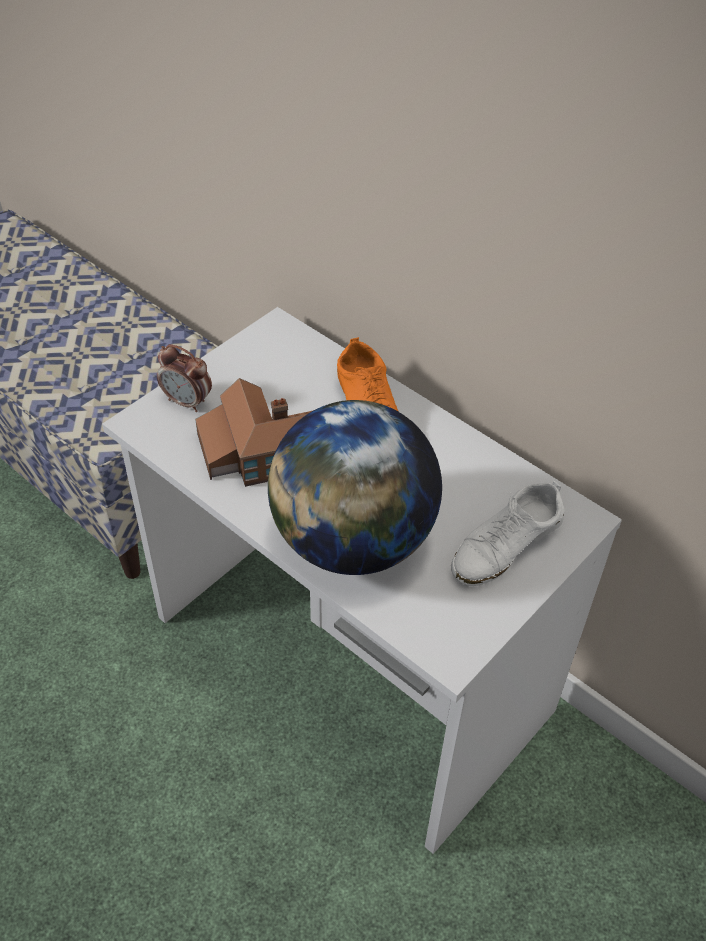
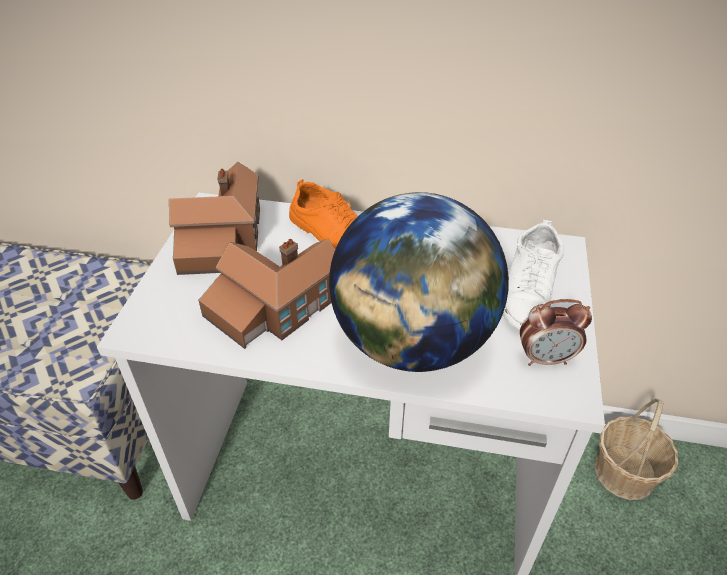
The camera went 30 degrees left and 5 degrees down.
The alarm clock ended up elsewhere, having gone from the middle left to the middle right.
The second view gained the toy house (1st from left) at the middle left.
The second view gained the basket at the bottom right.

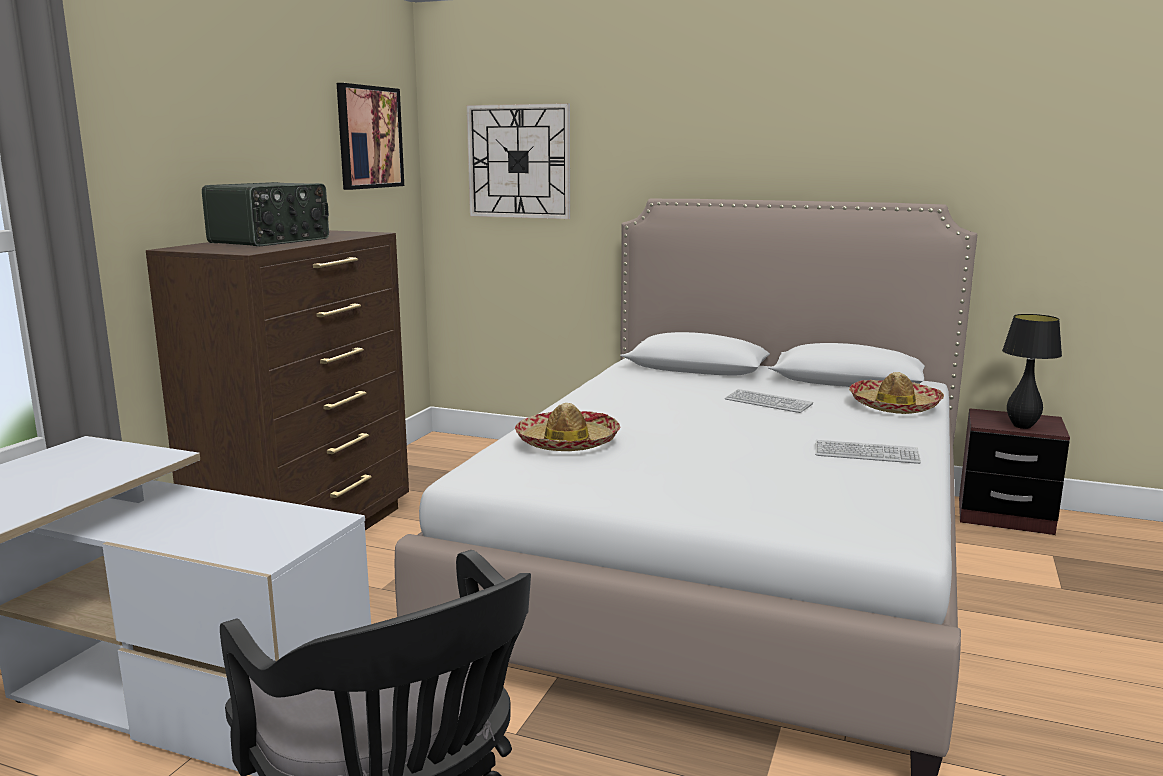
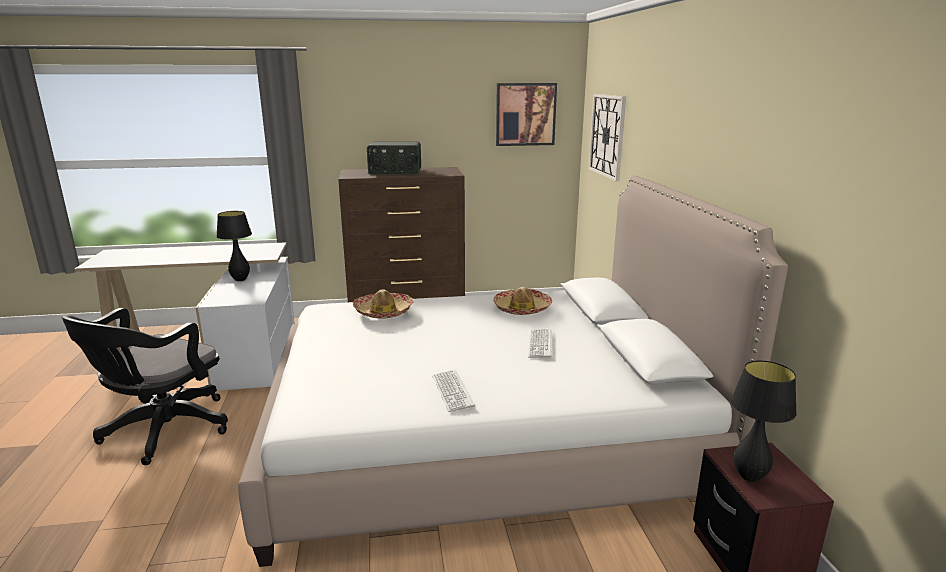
The camera went 60 degrees right and 5 degrees up.
The hat (2nd from left) ended up elsewhere, having gone from the middle right to the centre.
The second view gained the table lamp (black) (1st from left) at the middle left.

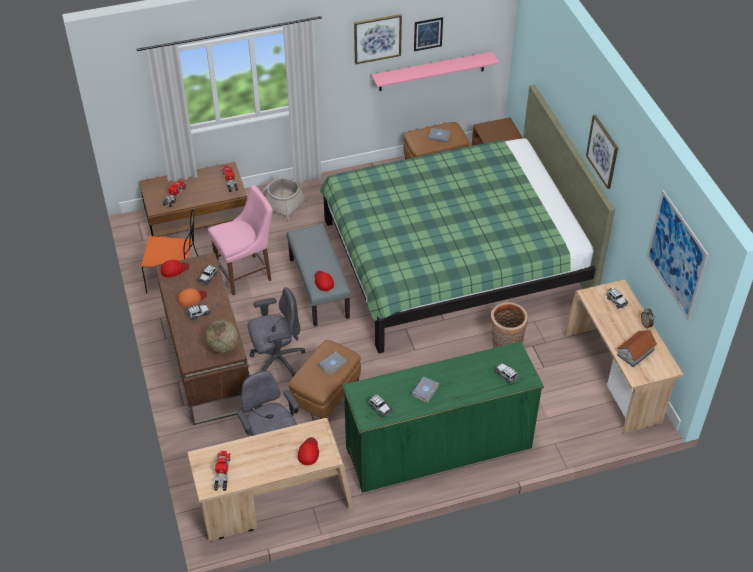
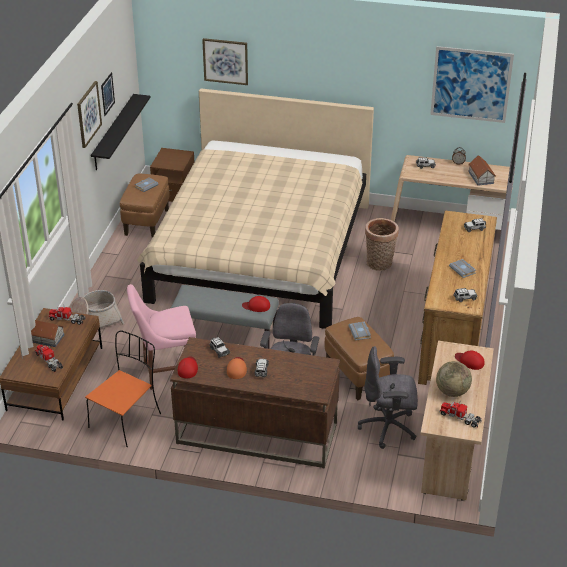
The camera went 60 degrees left and 10 degrees down.
What was the shelf (pink) at the top centre turned into the shelf (black) at the top left.
What was the bed (green) at the centre turned into the bed (beige) at the centre.
The picture (3rd from left) ended up elsewhere, having gone from the top right to the top centre.
The chair (pink) at the middle left ended up facing another way, 105 degrees counterclockwise from before.
The globe ended up elsewhere, having gone from the middle left to the bottom right.
What was the dresser (green) at the bottom centre turned into the dresser (brown) at the middle right.
The second view gained the toy house (1st from left) at the middle left.

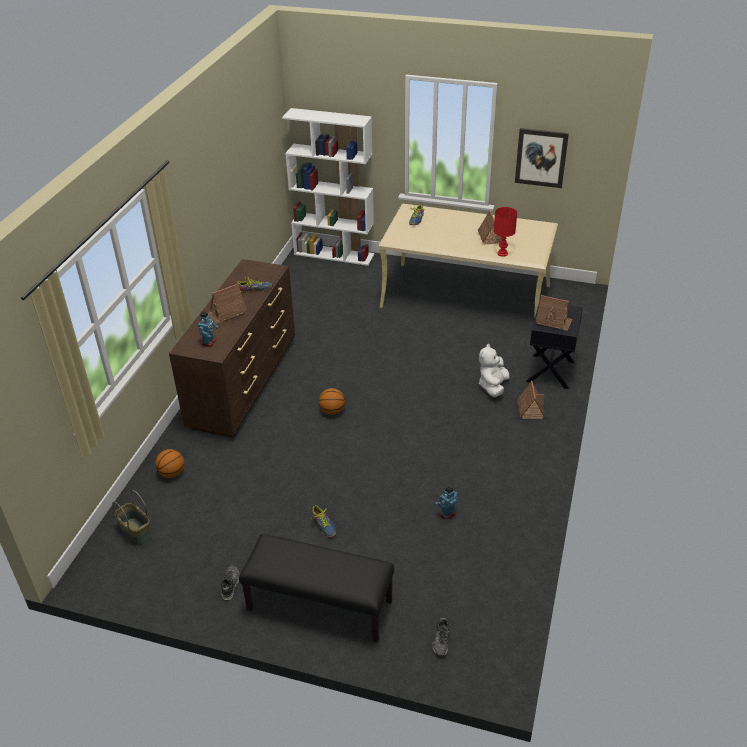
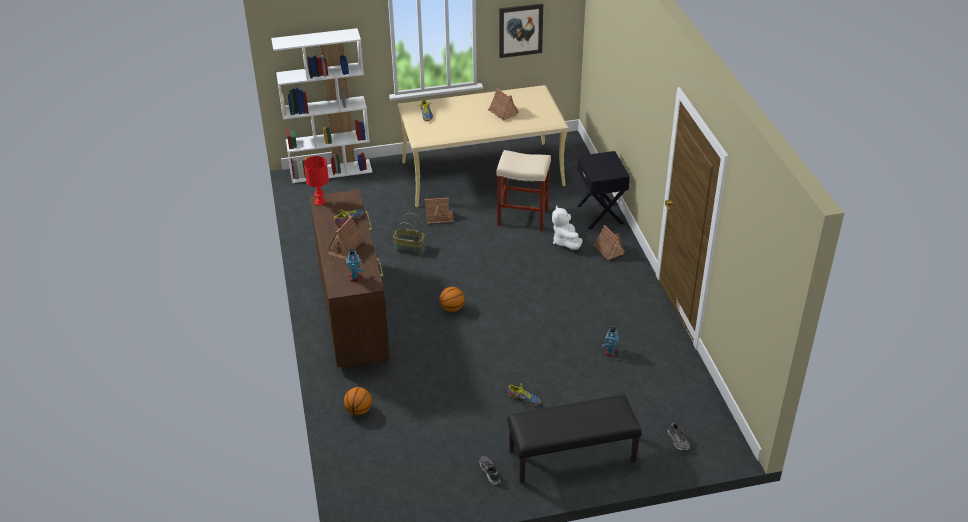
The camera went 30 degrees left and 0 degrees up.
The table lamp (red) ended up elsewhere, having gone from the top right to the middle left.
The toy house (4th from left in the first image) ended up elsewhere, having gone from the middle right to the centre.
The basket ended up elsewhere, having gone from the bottom left to the centre.
The second view gained the stool (beige) at the centre.

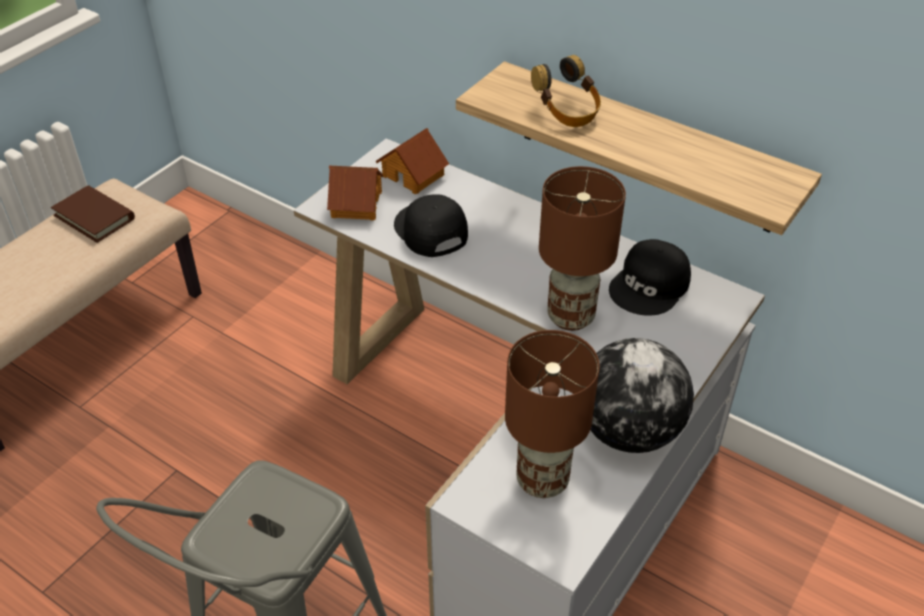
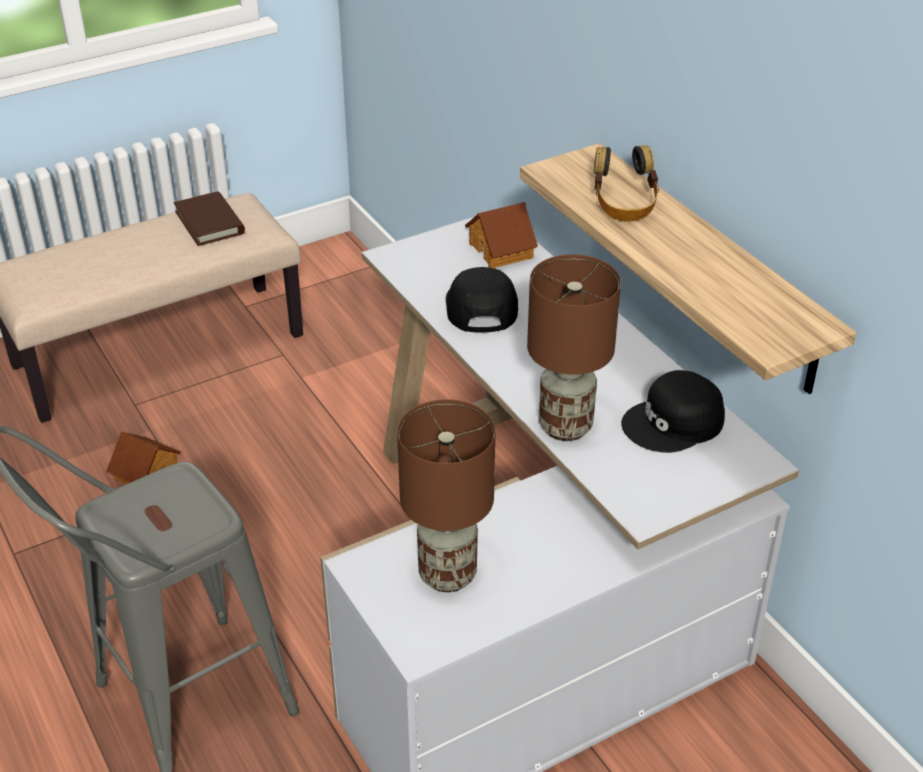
The camera went 25 degrees right and 5 degrees down.
The toy house (1st from left) ended up elsewhere, having gone from the top centre to the middle left.
The second view lost the globe at the middle right.

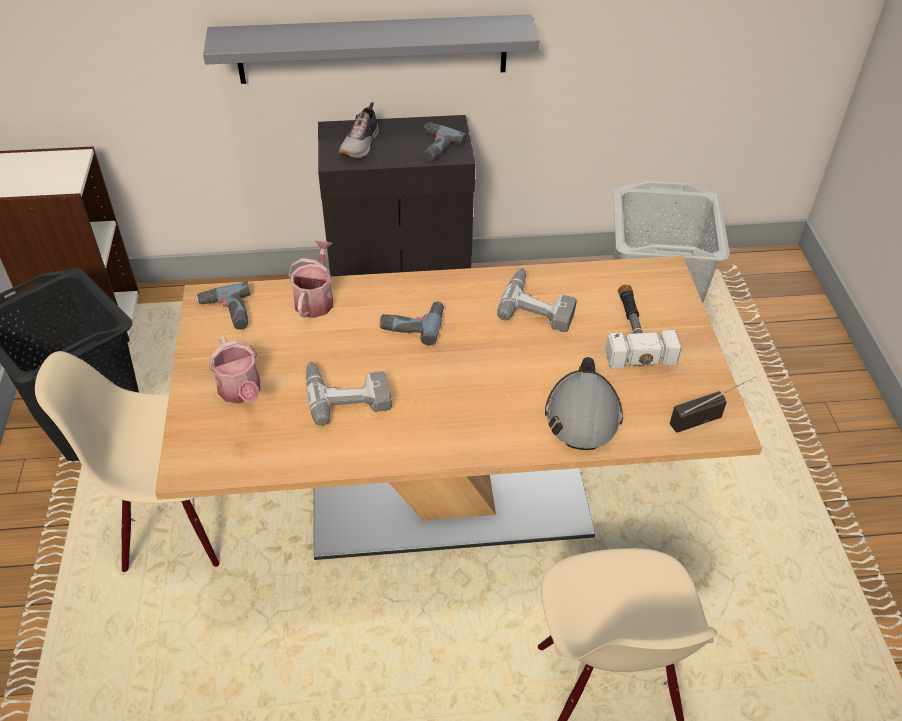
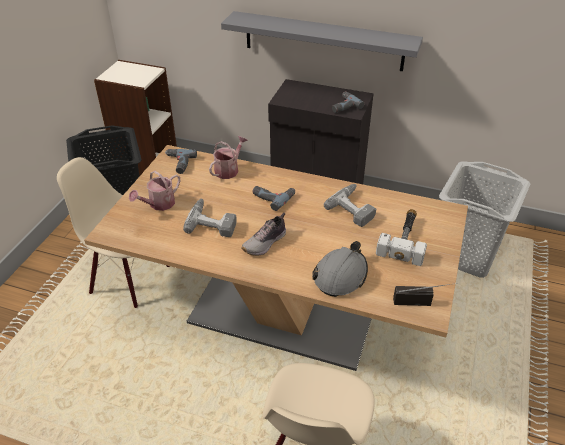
The camera went 25 degrees right and 5 degrees down.
The shoe ended up elsewhere, having gone from the top centre to the centre.
The watering can (1st from left) at the middle left ended up facing another way, 45 degrees clockwise from before.

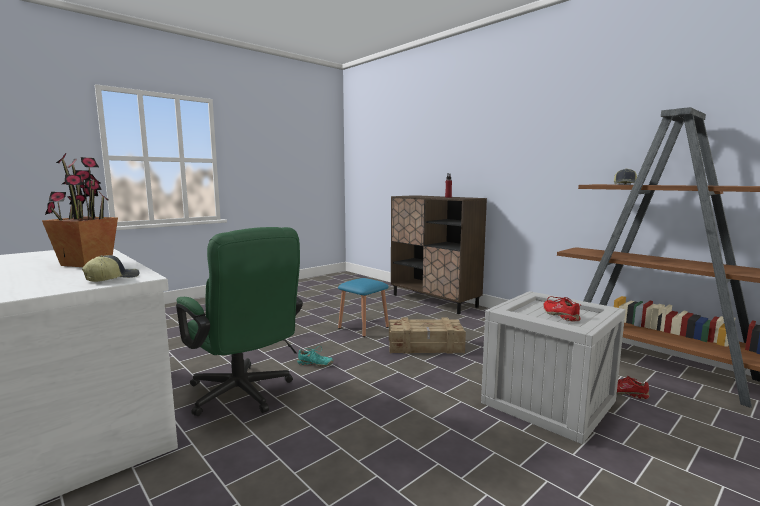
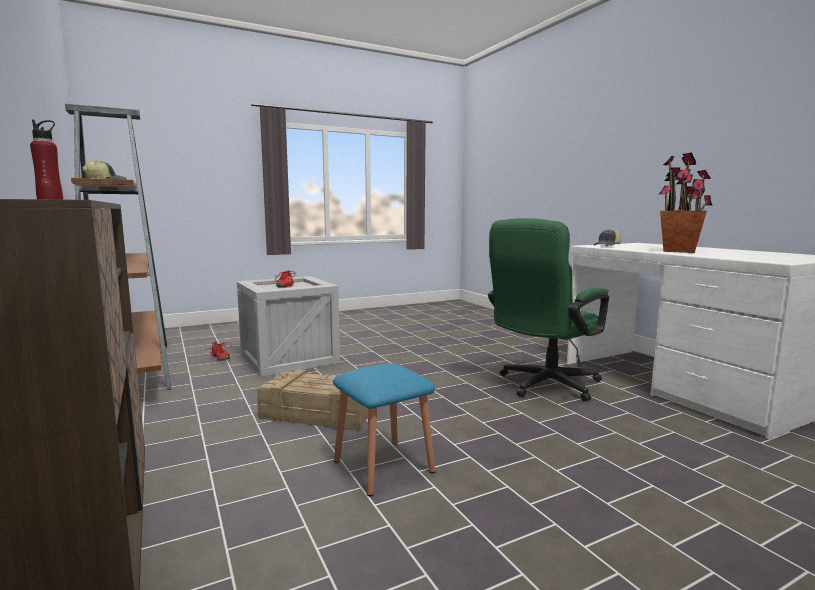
The camera went 165 degrees left and 0 degrees up.
The office chair (green) at the middle left ended up facing another way, 105 degrees counterclockwise from before.
The second view lost the shoe (turquoise) at the bottom centre.

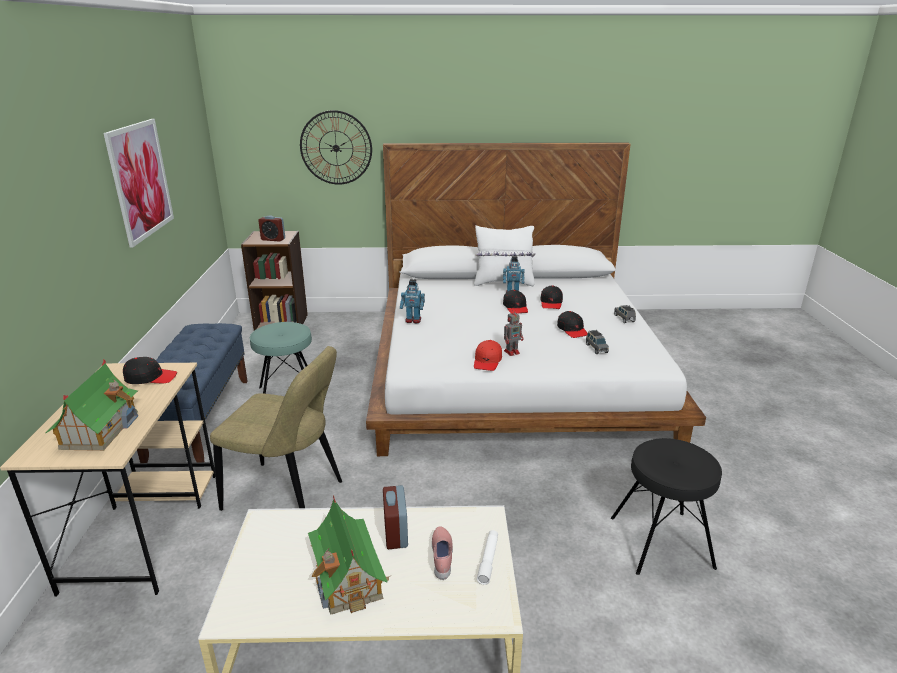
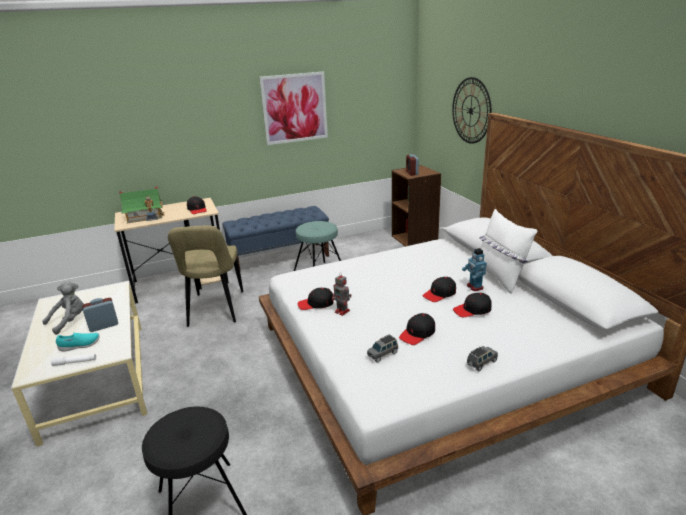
The camera went 70 degrees right and 0 degrees up.
The second view lost the toy robot (1st from left) at the centre.
What was the cap (red) at the centre turned into the cap (black) (2nd from left) at the centre.
Where the toy house (2nd from left) stood at the bottom centre, the plush toy (grey) came to stand at the middle left.
What was the shoe (pink) at the bottom centre turned into the shoe (turquoise) at the middle left.

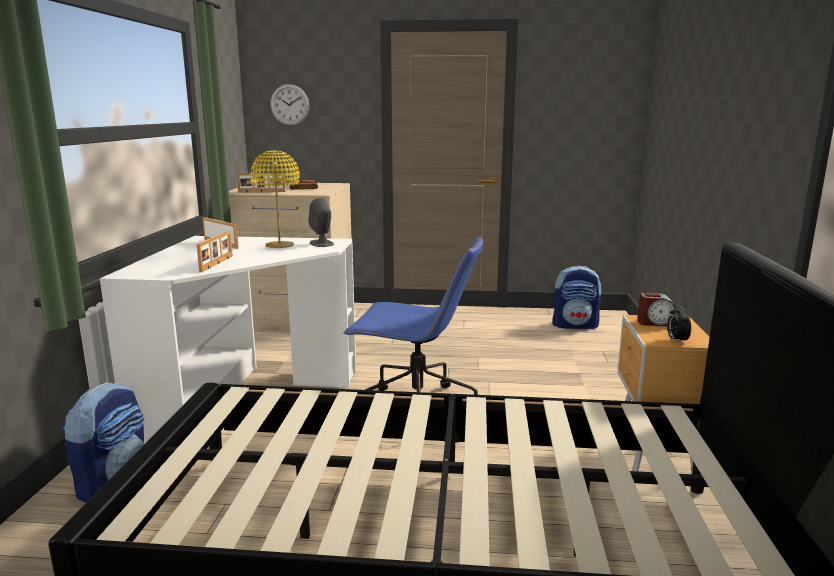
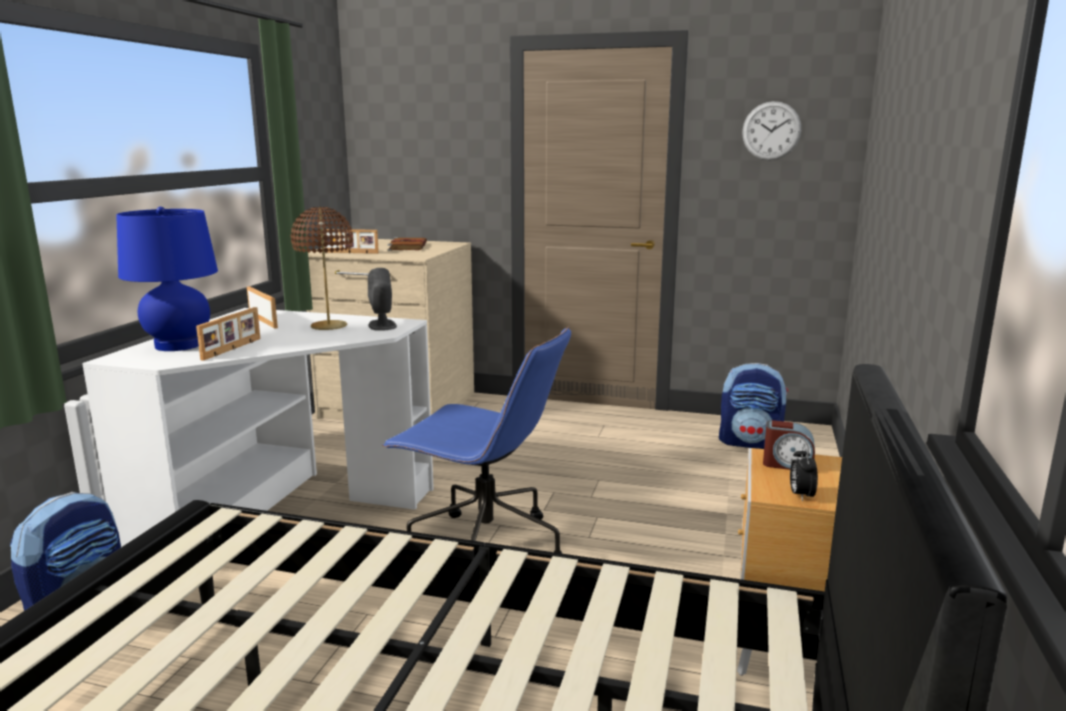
The camera went 10 degrees right and 0 degrees up.
The wall clock ended up elsewhere, having gone from the top centre to the top right.
What was the table lamp (yellow) at the middle left turned into the table lamp (brown) at the middle left.
The second view gained the table lamp (blue) at the middle left.

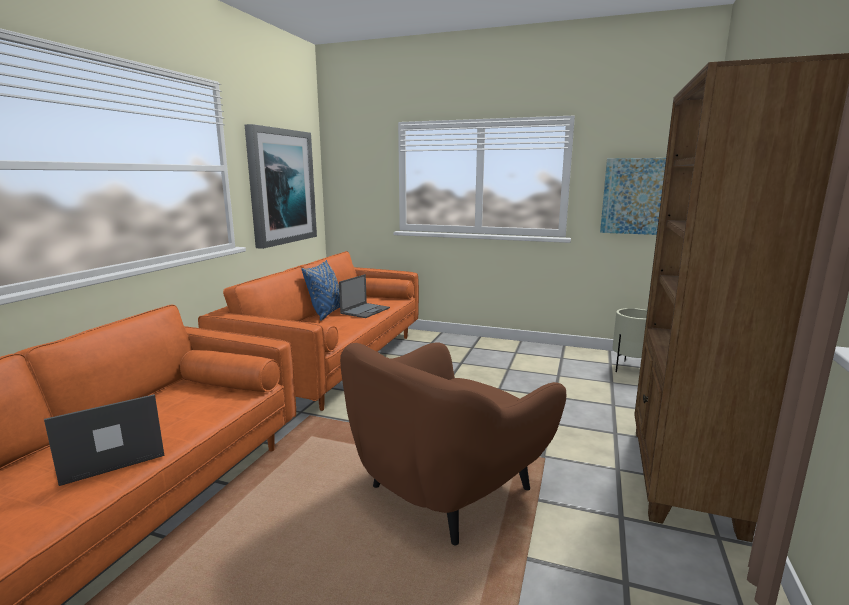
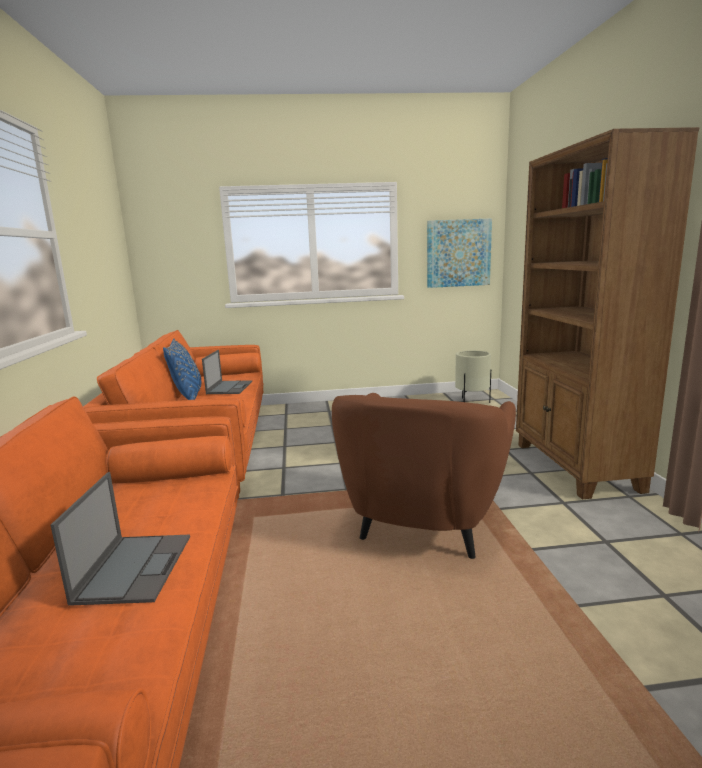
The camera went 25 degrees left and 0 degrees up.
The second view lost the picture (1st from left) at the top left.
The laptop (1st from left) at the bottom left ended up facing another way, 150 degrees clockwise from before.

